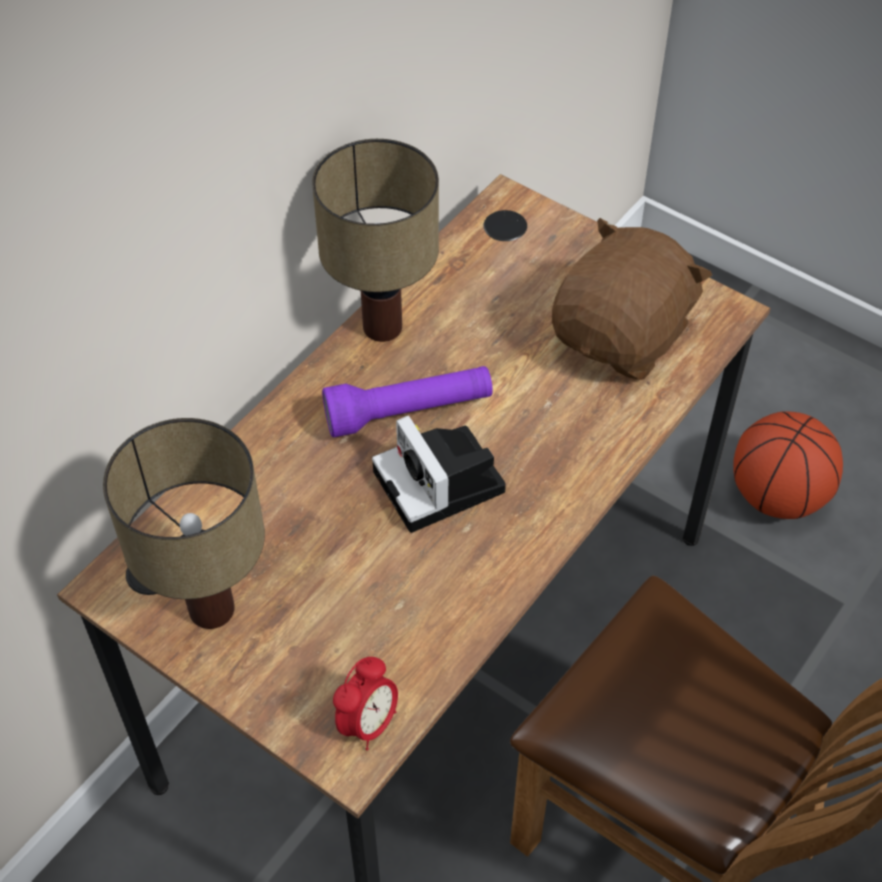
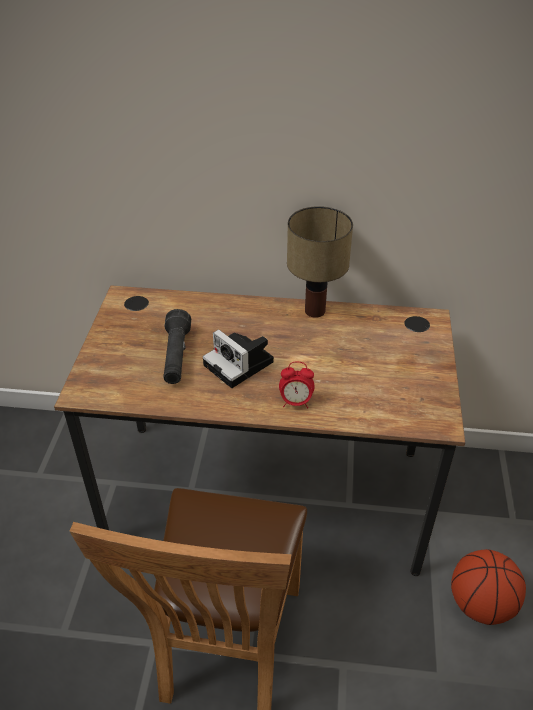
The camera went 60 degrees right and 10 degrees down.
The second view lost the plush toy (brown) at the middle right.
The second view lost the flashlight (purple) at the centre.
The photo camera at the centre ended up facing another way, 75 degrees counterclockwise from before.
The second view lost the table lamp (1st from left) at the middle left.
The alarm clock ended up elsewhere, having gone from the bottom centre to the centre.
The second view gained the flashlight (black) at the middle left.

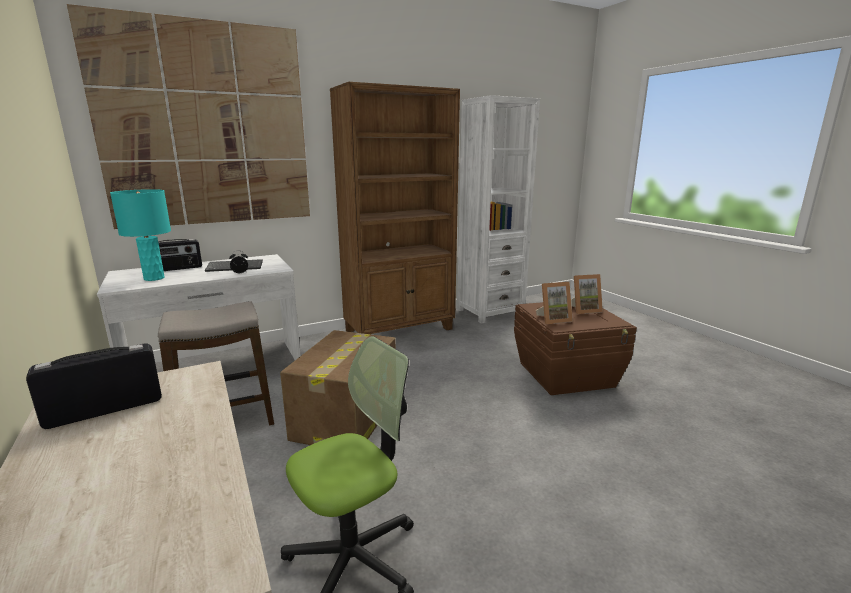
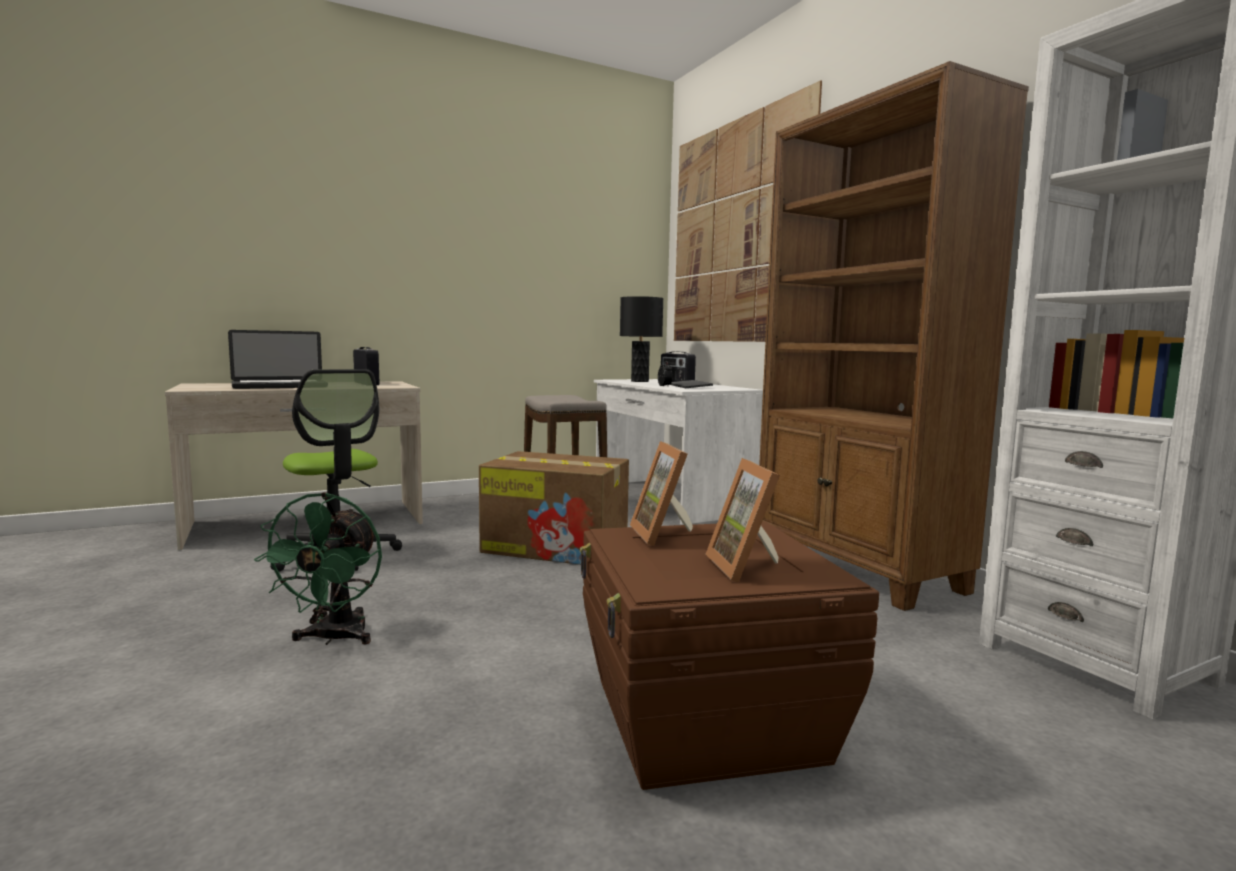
The camera went 90 degrees right and 10 degrees down.
What was the table lamp (turquoise) at the middle left turned into the table lamp (black) at the centre.
The second view gained the laptop at the middle left.
The second view gained the fan (green) at the middle left.

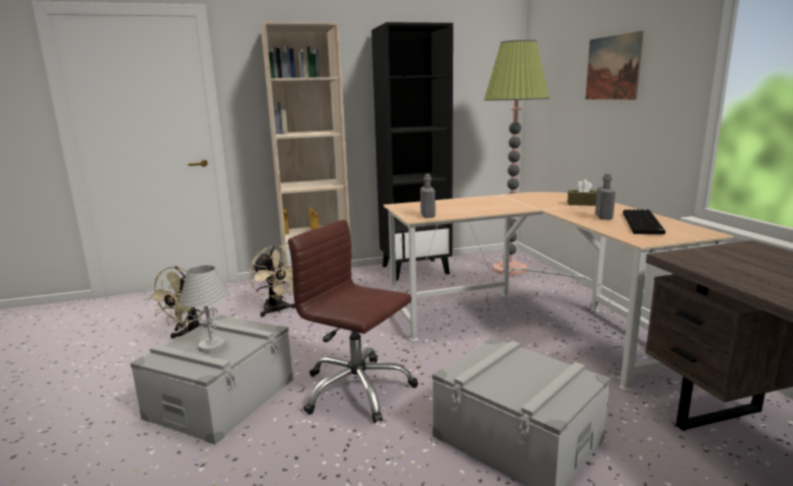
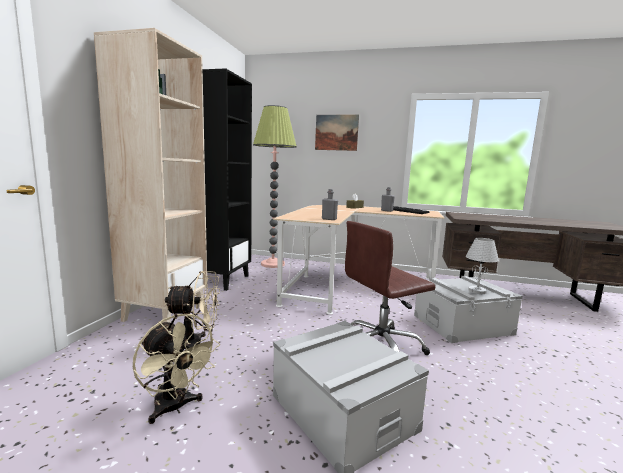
The camera went 60 degrees left and 5 degrees down.
The table lamp (white) ended up elsewhere, having gone from the middle left to the middle right.

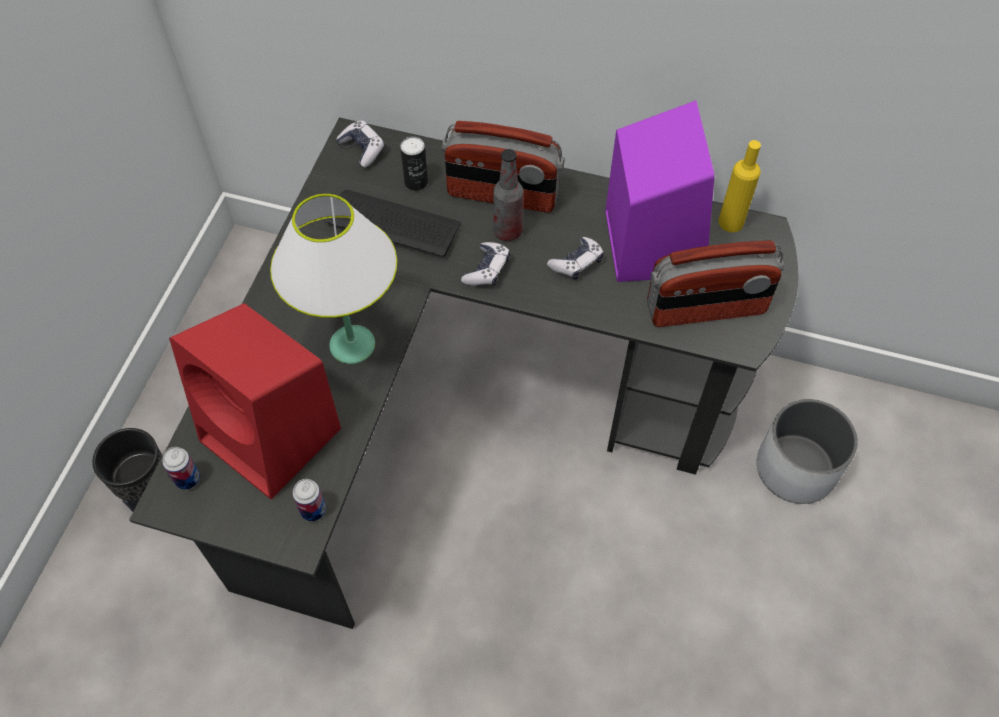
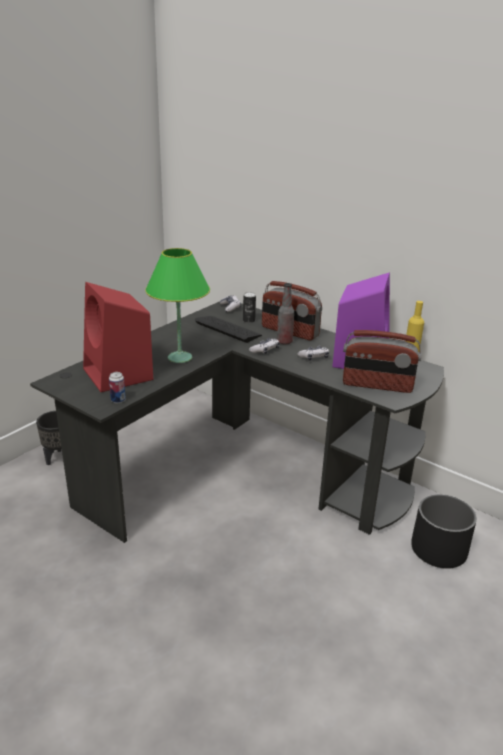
The camera went 20 degrees right and 30 degrees down.
What was the table lamp (white) at the centre turned into the table lamp (green) at the centre.
What was the planter (white) at the middle right turned into the planter (black) (2nd from left) at the bottom right.
The second view lost the can (1st from left) at the middle left.

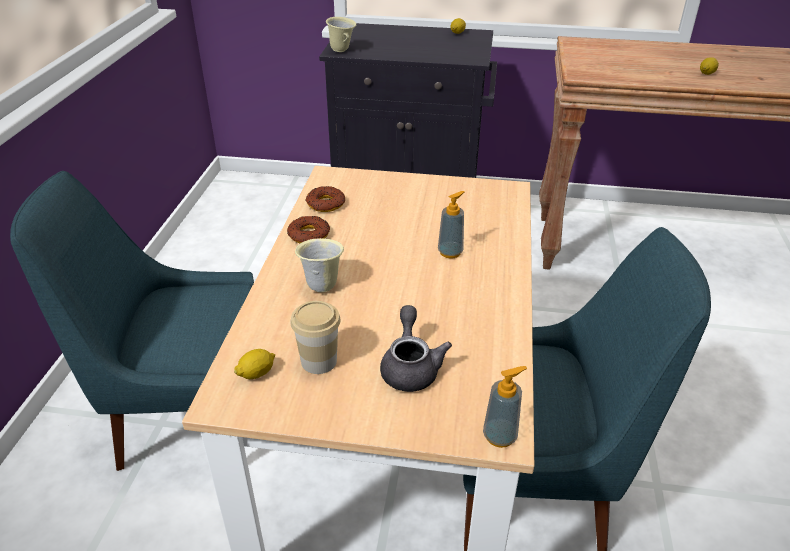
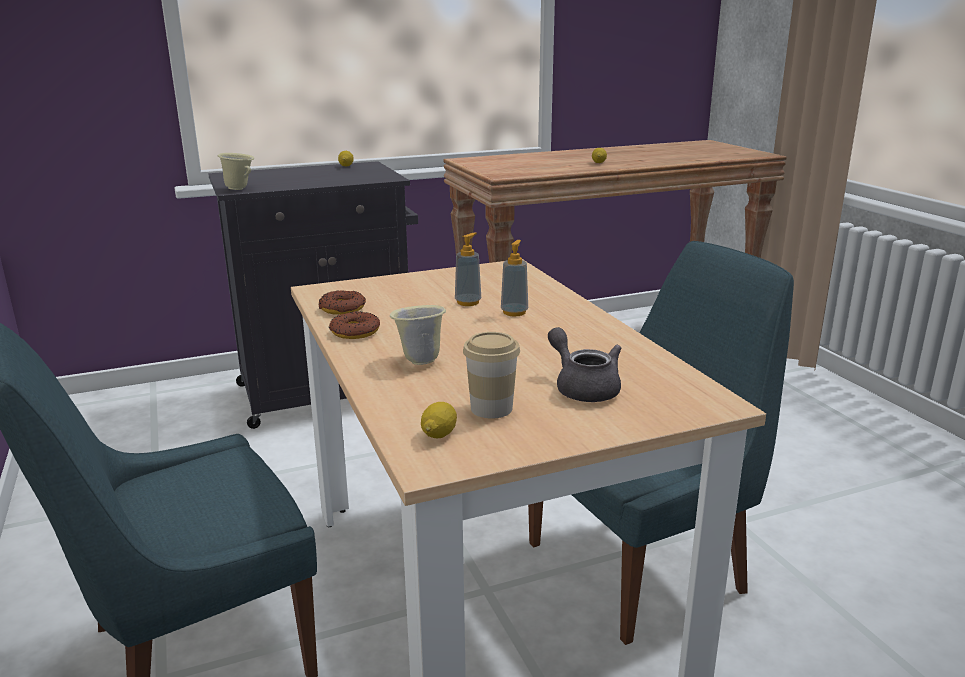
The camera went 30 degrees left and 15 degrees down.
The soap dispenser (2nd from left in the first image) ended up elsewhere, having gone from the bottom centre to the centre.

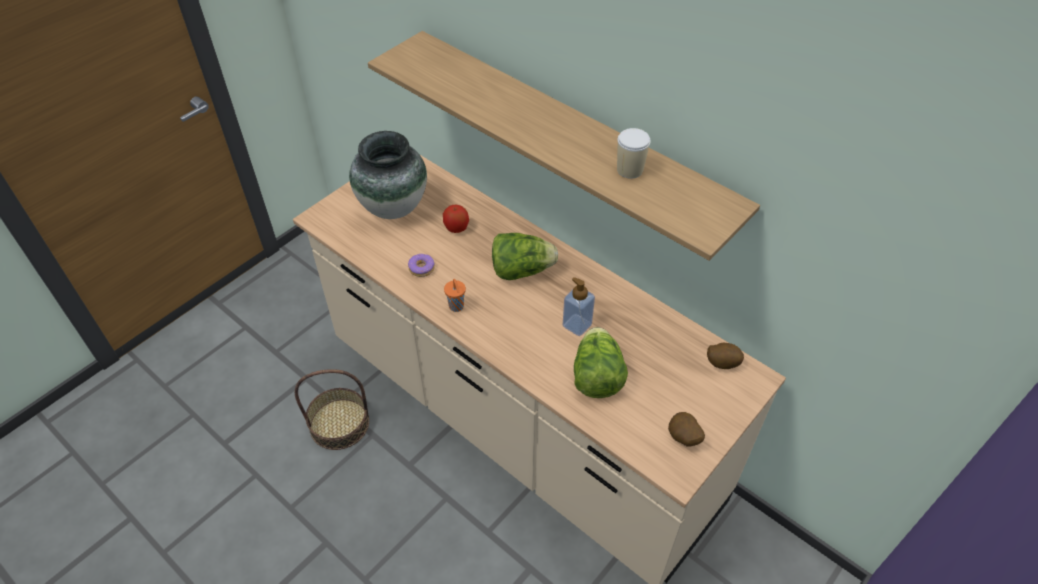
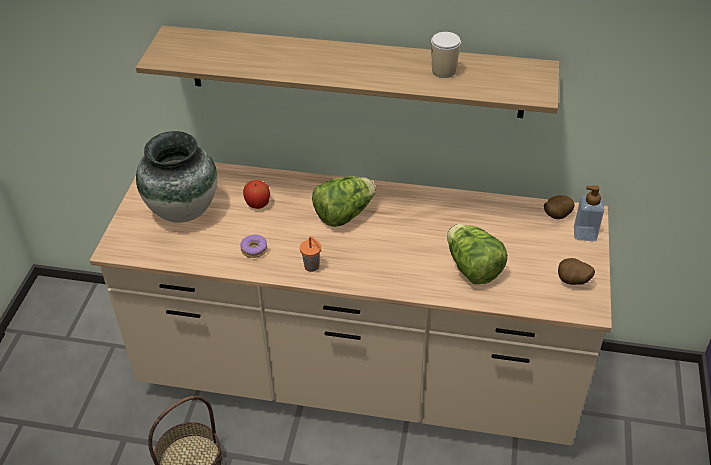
The camera went 30 degrees left and 5 degrees down.
The soap dispenser ended up elsewhere, having gone from the centre to the middle right.

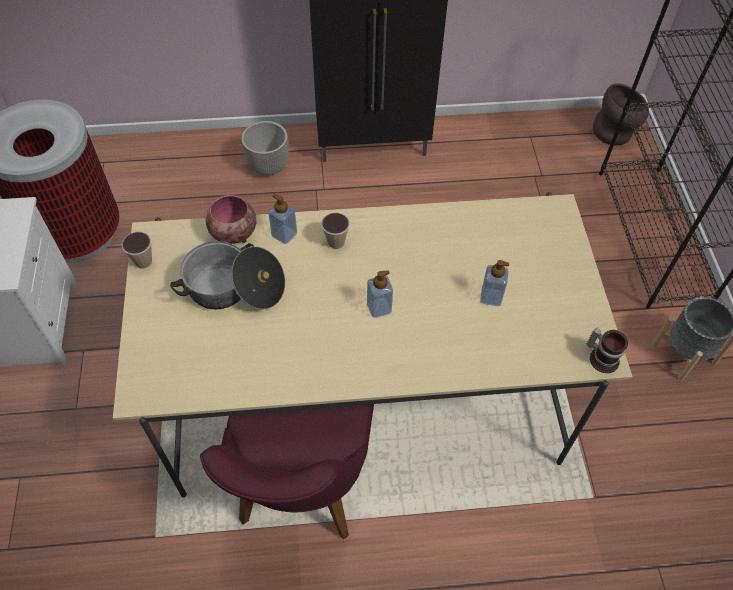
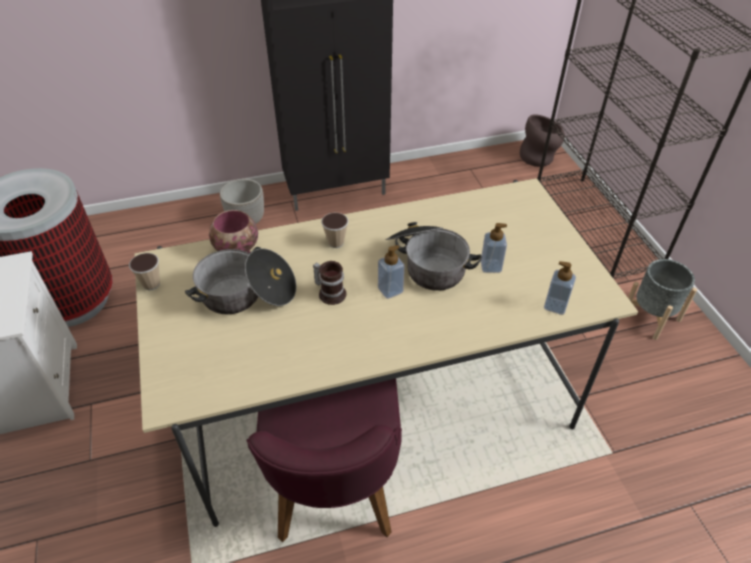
The camera went 10 degrees left and 10 degrees down.
The soap dispenser (1st from left in the first image) ended up elsewhere, having gone from the centre to the middle right.
The mug ended up elsewhere, having gone from the middle right to the centre.
The second view gained the cooking pot (2nd from left) at the centre.

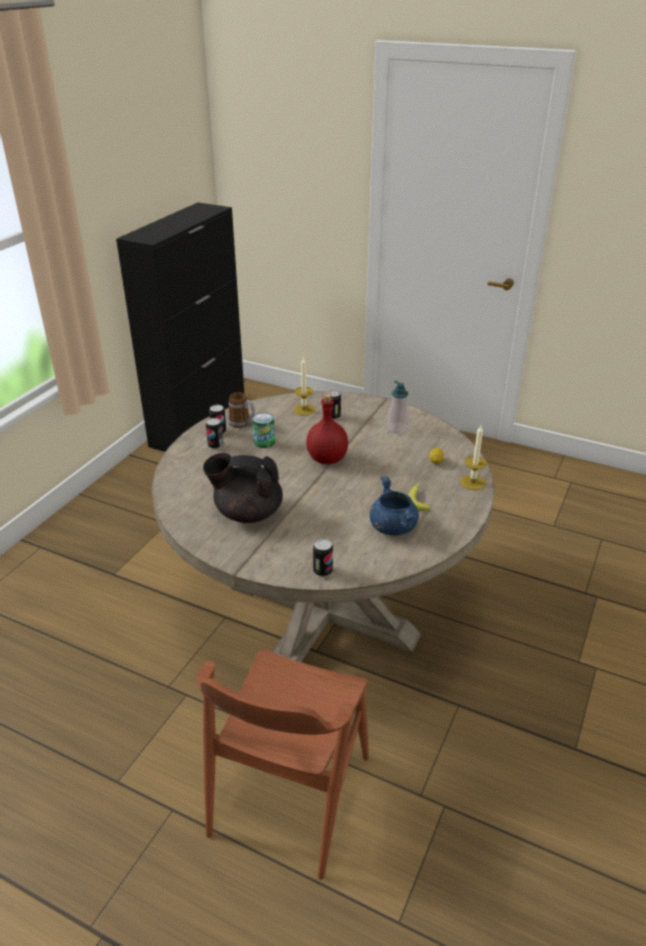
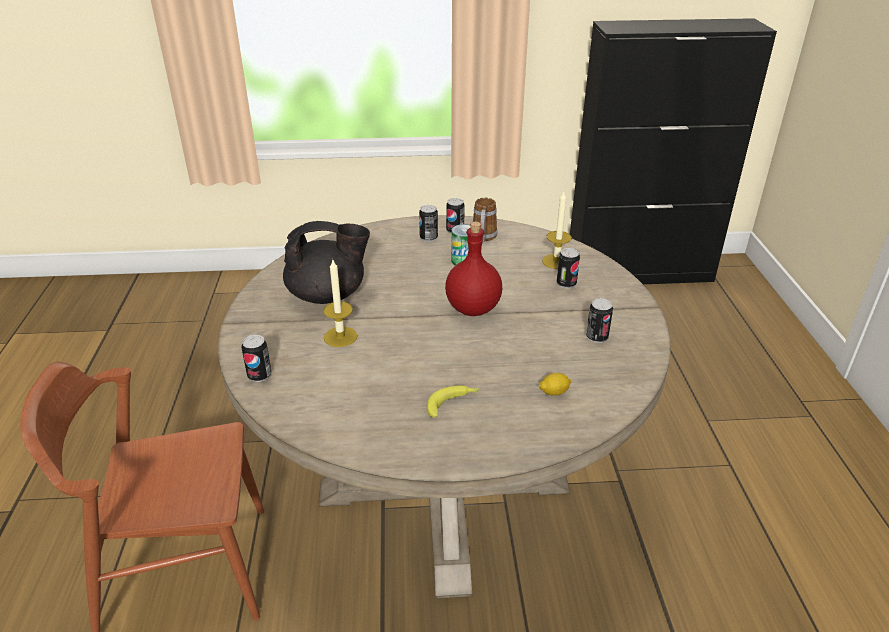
The camera went 60 degrees right and 0 degrees up.
Where the soap dispenser stood at the centre, the can (6th from left) came to stand at the middle right.
The candle (2nd from left in the first image) ended up elsewhere, having gone from the middle right to the centre.
The teapot (black) at the centre ended up facing another way, 105 degrees clockwise from before.
The second view lost the cooking pot (blue) at the centre.

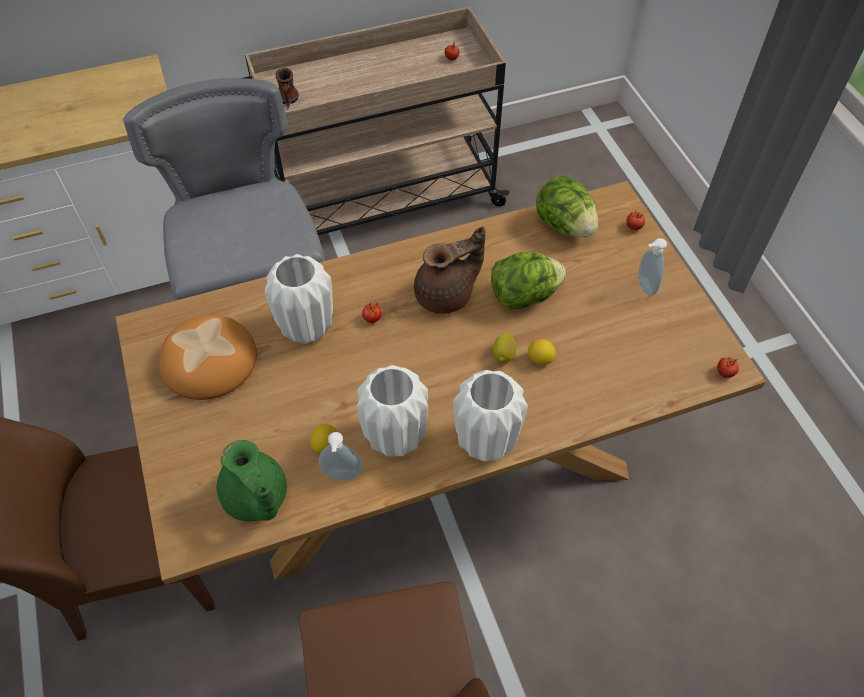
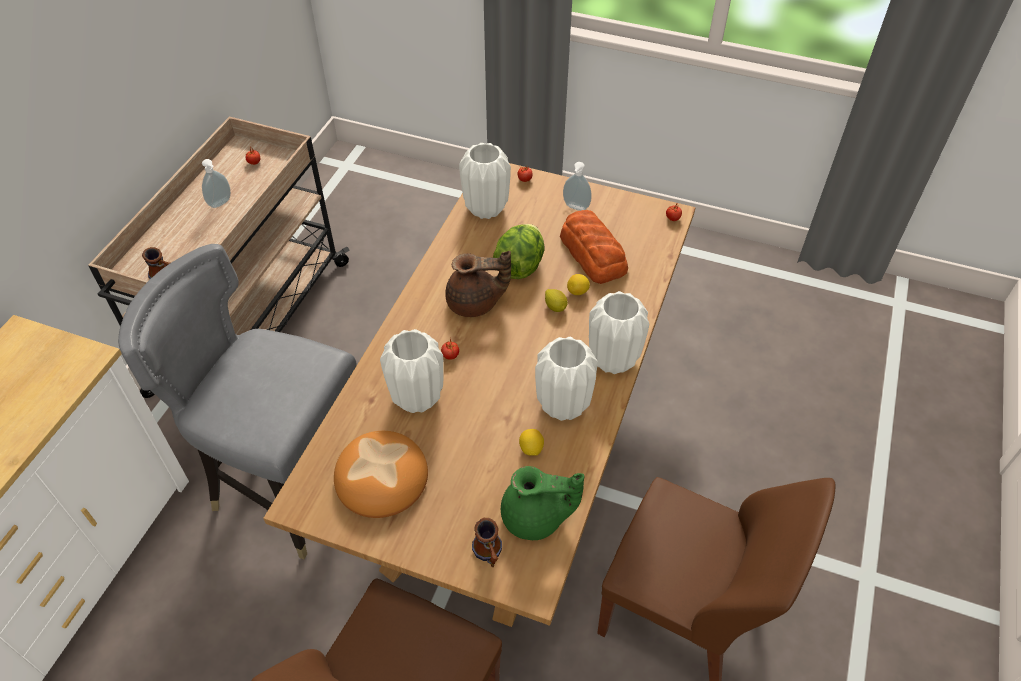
The camera went 50 degrees left and 5 degrees down.
Where the lettuce (2nd from left) stood at the top centre, the vase (white) (2nd from left) came to stand at the top centre.
The teapot (brown) at the centre ended up facing another way, 75 degrees clockwise from before.
The soap dispenser (1st from left) ended up elsewhere, having gone from the centre to the top left.
The second view gained the bread (2nd from left) at the centre.
The second view gained the mug (2nd from left) at the bottom centre.

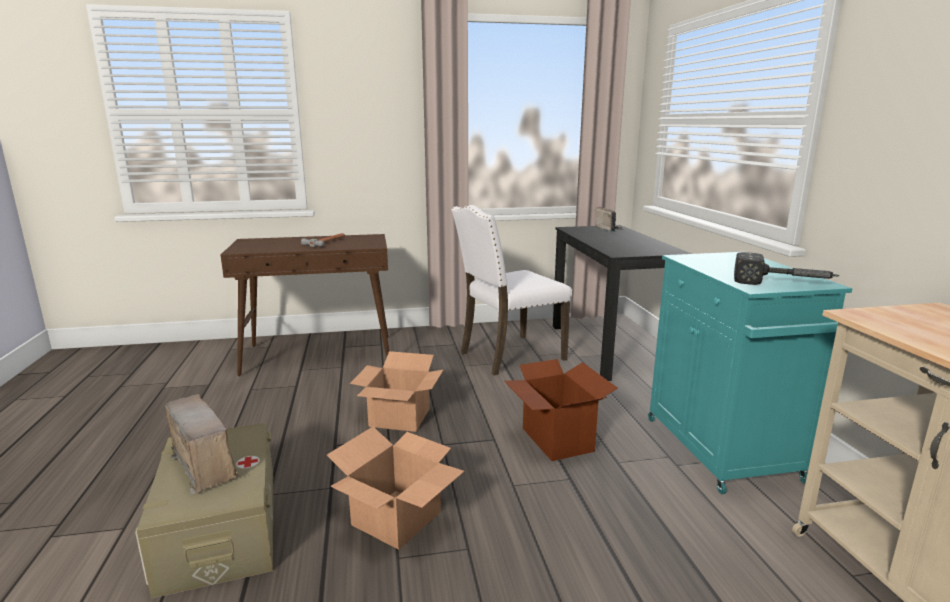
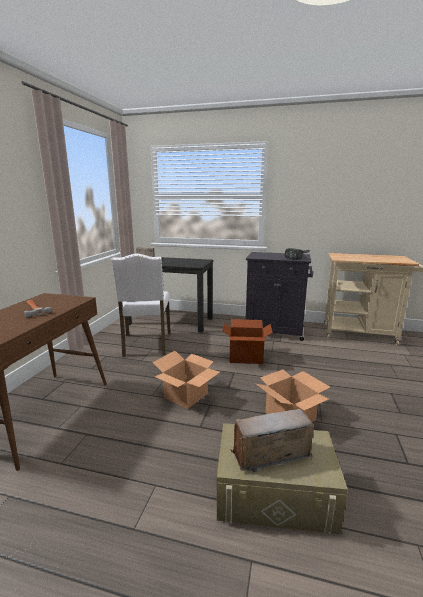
The camera went 65 degrees left and 0 degrees up.
What was the cabinet (turquoise) at the middle right turned into the cabinet (black) at the centre.

